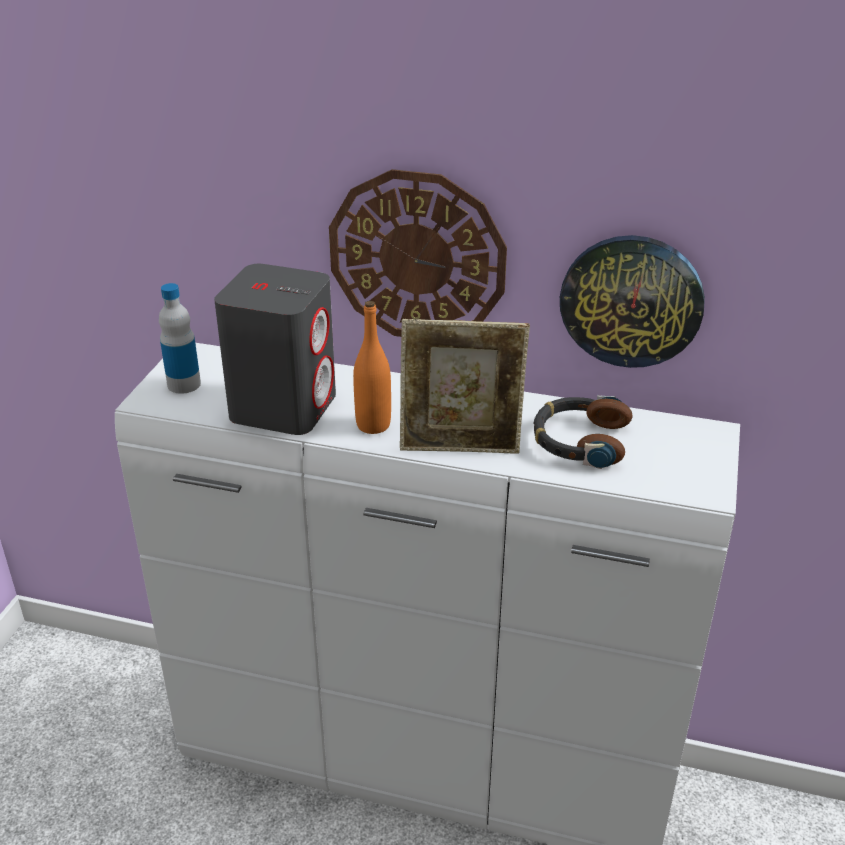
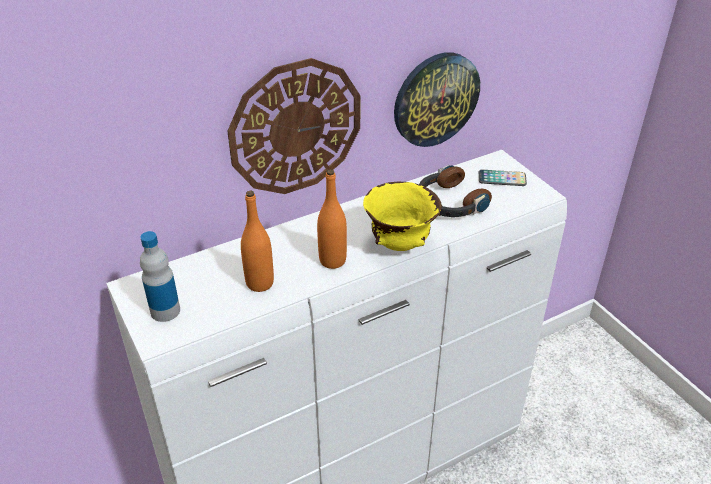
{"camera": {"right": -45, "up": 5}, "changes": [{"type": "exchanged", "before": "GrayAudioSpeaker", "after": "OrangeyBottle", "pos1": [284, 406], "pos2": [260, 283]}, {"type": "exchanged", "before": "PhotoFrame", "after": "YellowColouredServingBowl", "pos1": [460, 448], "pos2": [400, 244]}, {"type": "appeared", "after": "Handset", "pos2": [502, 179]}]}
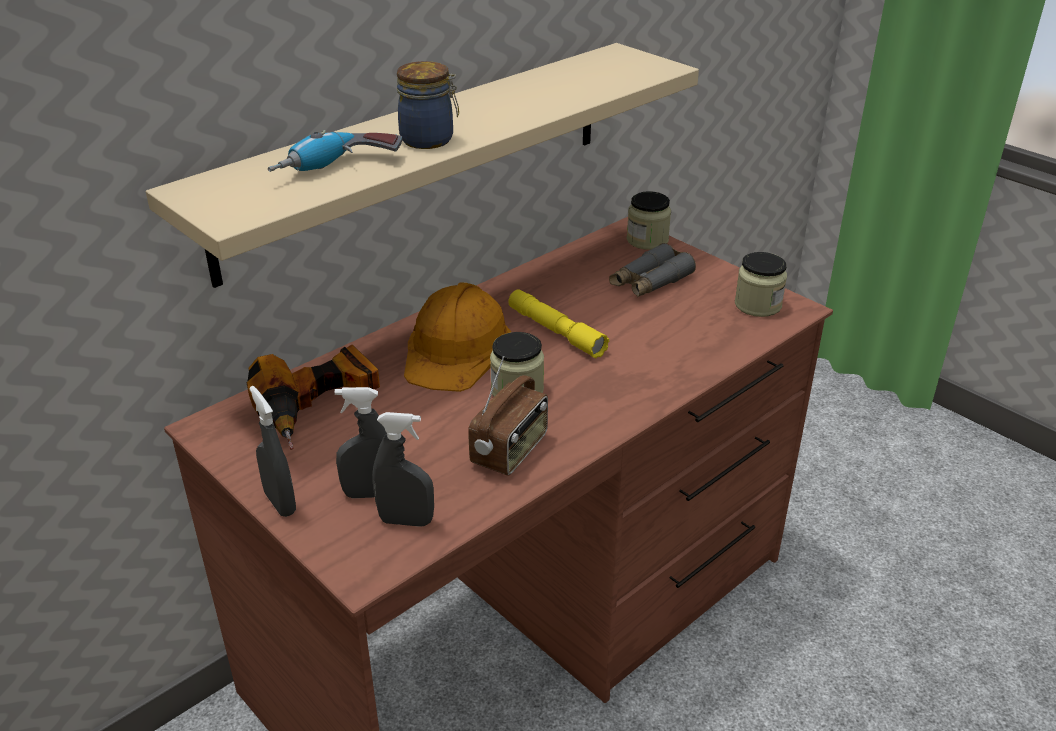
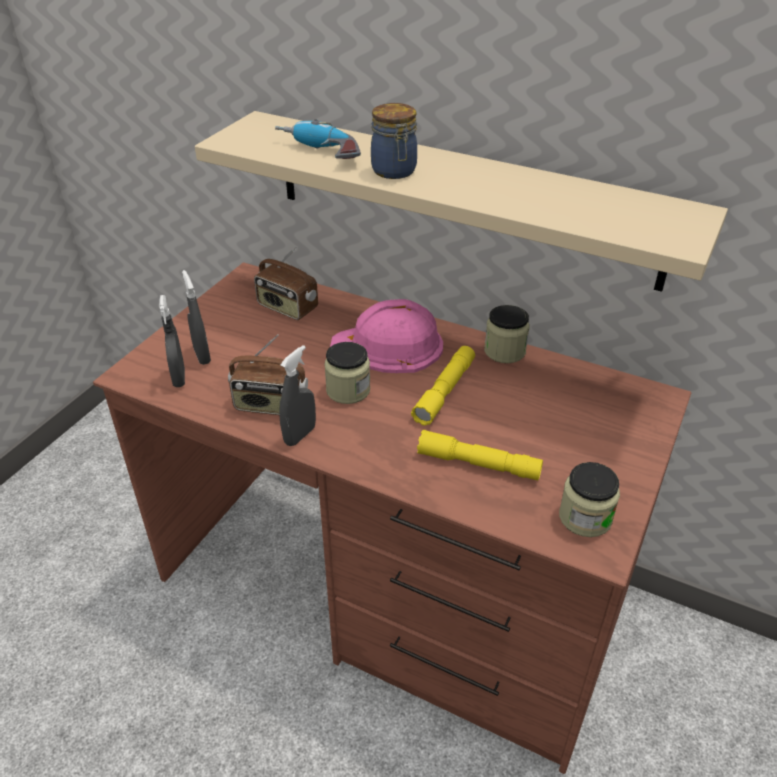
{"camera": {"right": 70, "up": 5}, "changes": [{"type": "relocated", "before": "PreserveJar", "pos1": [647, 240], "pos2": [504, 351]}, {"type": "missing", "before": "GrayFieldGlasses", "pos1": [650, 282]}, {"type": "colour", "before": "OrangeyHardHat", "after": "PinkColouredHardHat", "pos1": [457, 349], "pos2": [388, 347]}, {"type": "exchanged", "before": "Drill", "after": "RadioReceiver", "pos1": [318, 406], "pos2": [287, 308]}, {"type": "relocated", "before": "GraySprayer", "pos1": [280, 503], "pos2": [300, 435]}, {"type": "appeared", "after": "YellowColouredHandTorch", "pos2": [478, 464]}]}
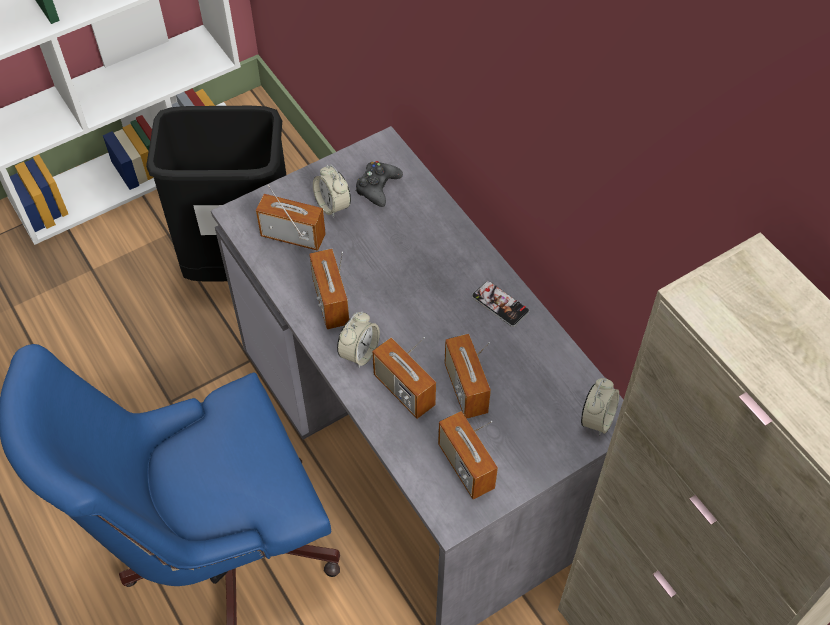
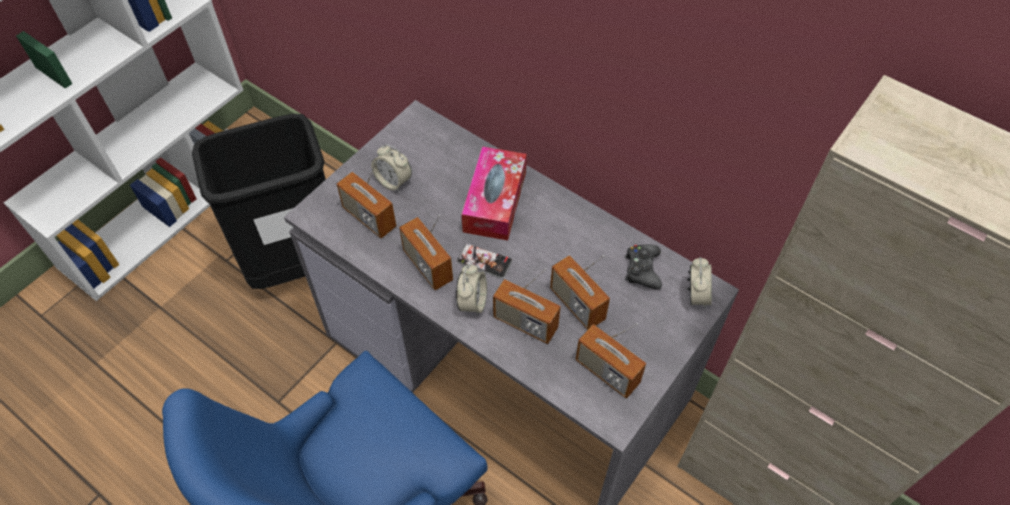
{"camera": {"right": -20, "up": 0}, "changes": [{"type": "relocated", "before": "BlackishGamepad", "pos1": [377, 187], "pos2": [642, 270]}, {"type": "spun", "before": "RadioReceiver", "pos1": [293, 236], "pos2": [369, 217], "turn": -135}, {"type": "relocated", "before": "Handset", "pos1": [500, 304], "pos2": [484, 261]}, {"type": "appeared", "after": "TissueBox", "pos2": [495, 201]}]}
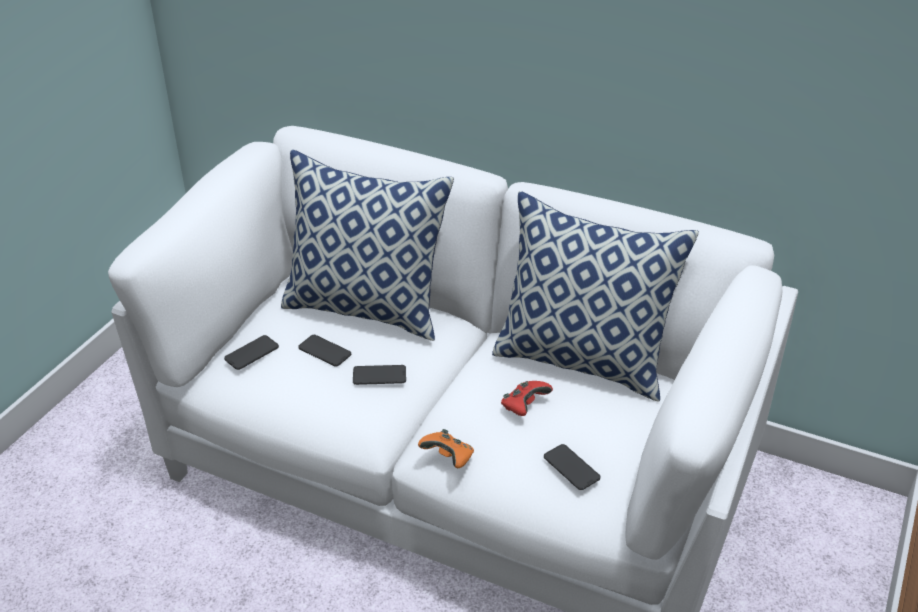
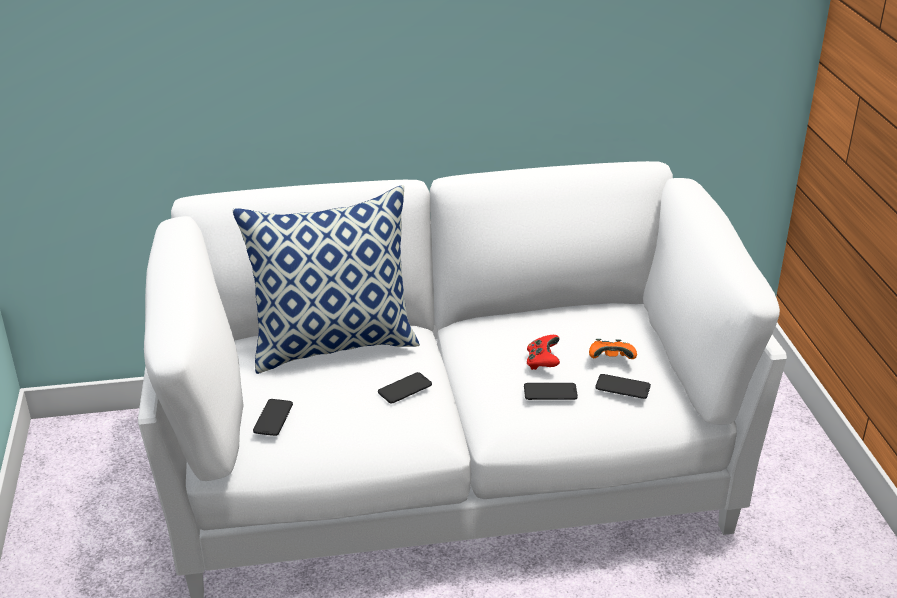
{"camera": {"right": -35, "up": -5}, "changes": [{"type": "missing", "before": "Pillow", "pos1": [583, 361]}, {"type": "relocated", "before": "Handset", "pos1": [324, 351], "pos2": [550, 392]}, {"type": "relocated", "before": "OrangeyGamepad", "pos1": [449, 458], "pos2": [611, 360]}]}
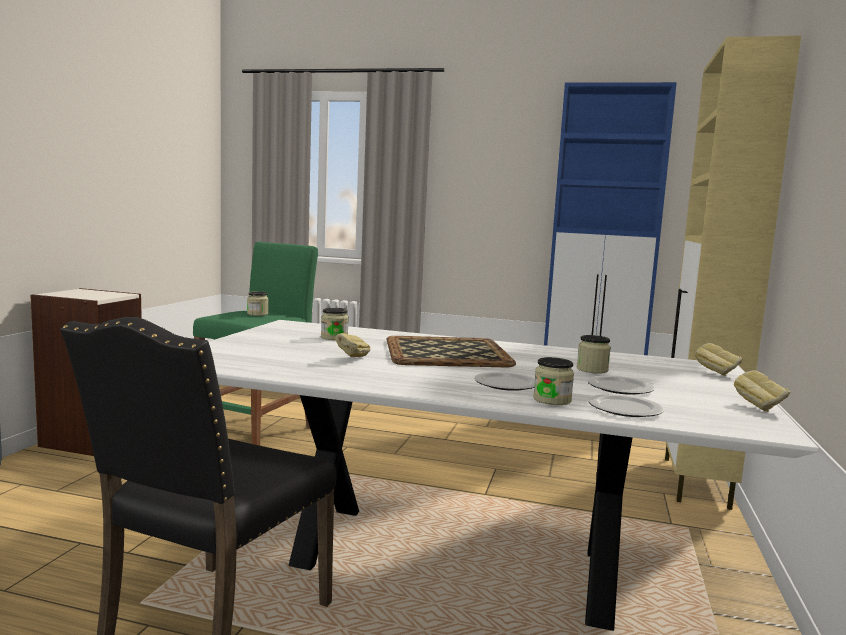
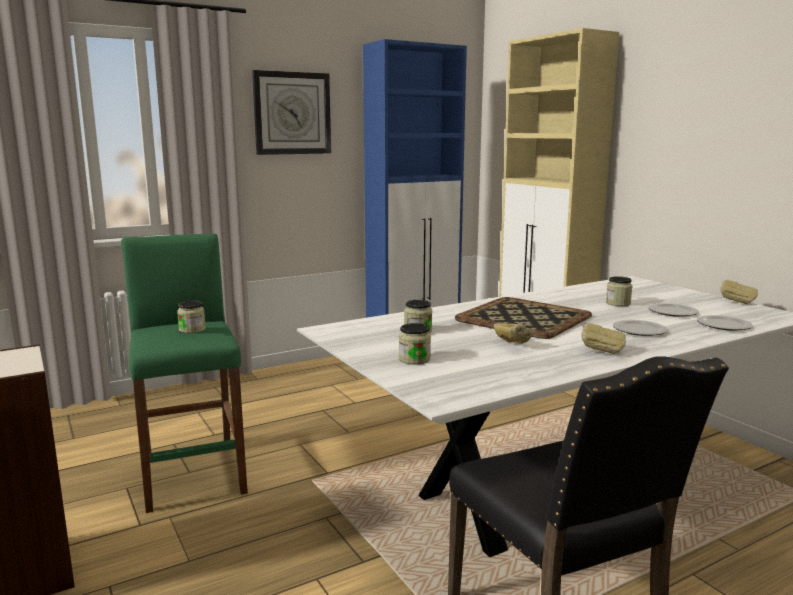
{"camera": {"right": -45, "up": 5}, "changes": [{"type": "relocated", "before": "Bread", "pos1": [716, 373], "pos2": [601, 352]}, {"type": "relocated", "before": "PreserveJar", "pos1": [552, 400], "pos2": [414, 359]}, {"type": "appeared", "after": "HangingClock", "pos2": [292, 113]}]}
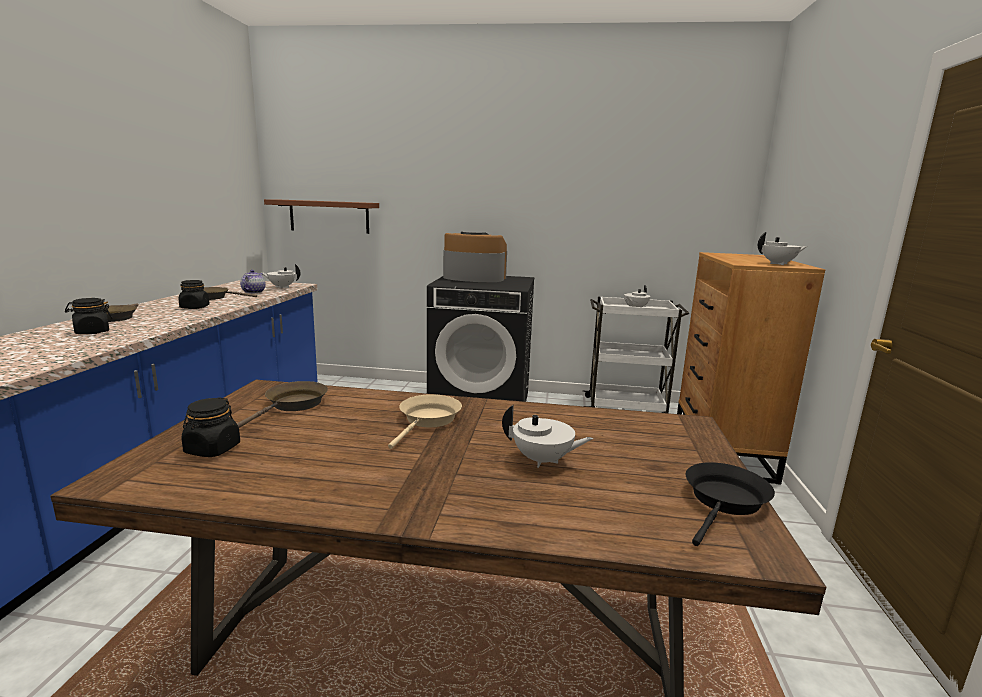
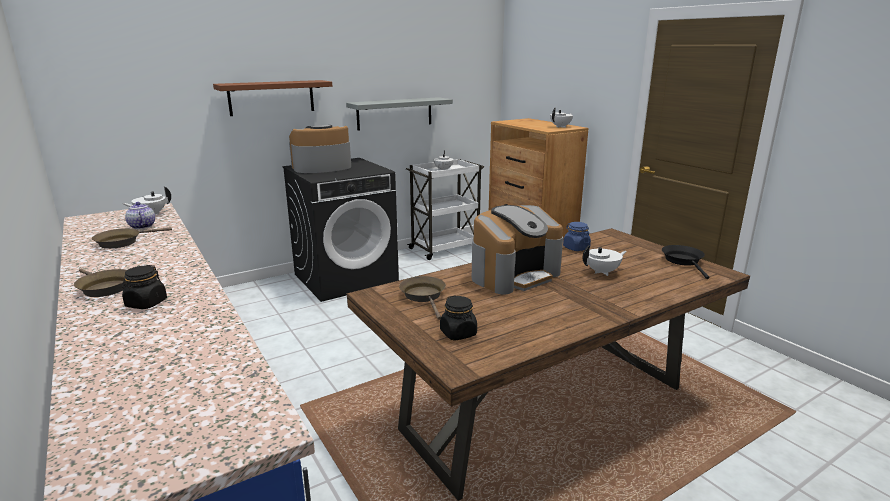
{"camera": {"right": -40, "up": 5}, "changes": [{"type": "relocated", "before": "BrownBracketShelf", "pos1": [329, 216], "pos2": [271, 97]}, {"type": "missing", "before": "BlackishPreserveJar", "pos1": [195, 307]}, {"type": "exchanged", "before": "BeigeFryingPan", "after": "CoffeeMachine", "pos1": [428, 420], "pos2": [514, 275]}, {"type": "appeared", "after": "GrayBracketShelf", "pos2": [395, 113]}, {"type": "appeared", "after": "BluePreserveJar", "pos2": [576, 248]}]}
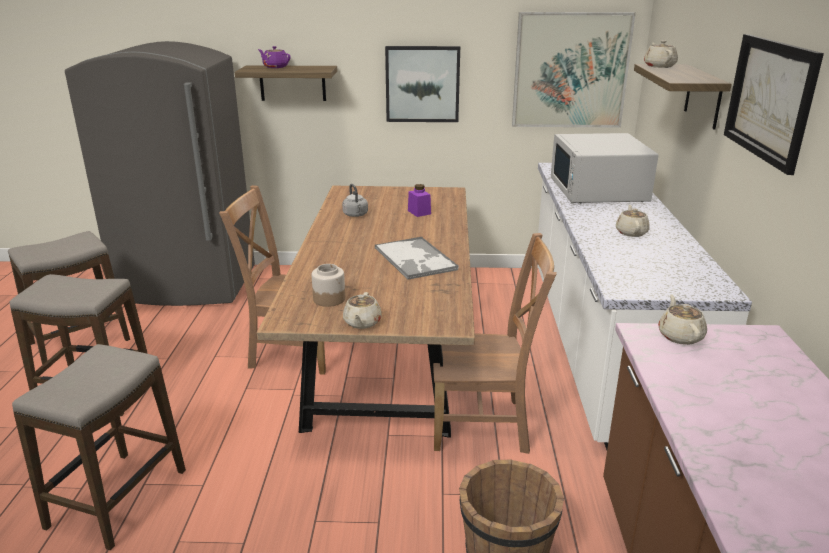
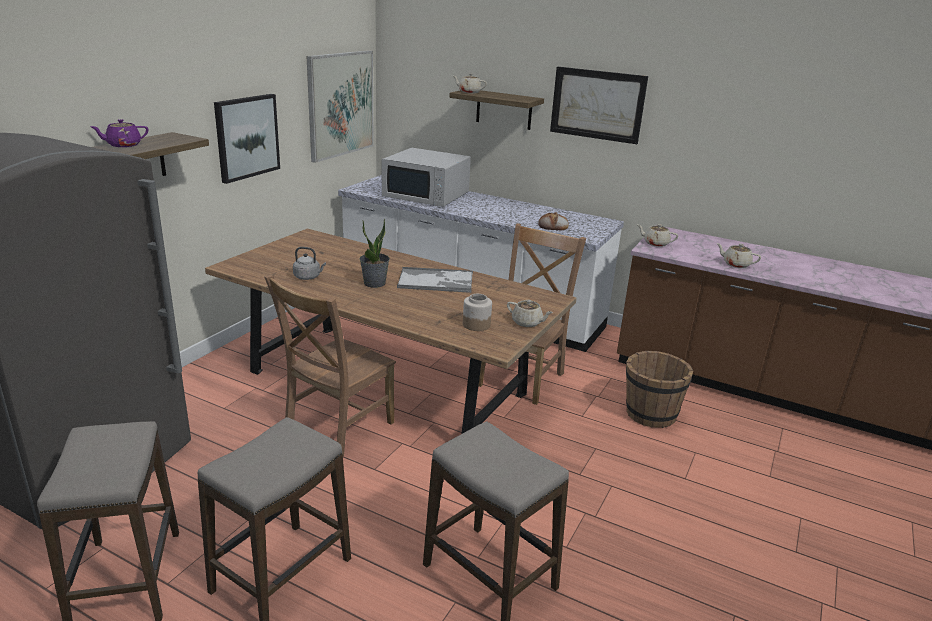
{"camera": {"right": -65, "up": 0}, "changes": [{"type": "missing", "before": "PurplePreserveJar", "pos1": [419, 212]}, {"type": "relocated", "before": "BeigeTeaPot", "pos1": [631, 232], "pos2": [735, 264]}, {"type": "appeared", "after": "Bread", "pos2": [553, 226]}, {"type": "appeared", "after": "PottedPlant", "pos2": [374, 283]}]}
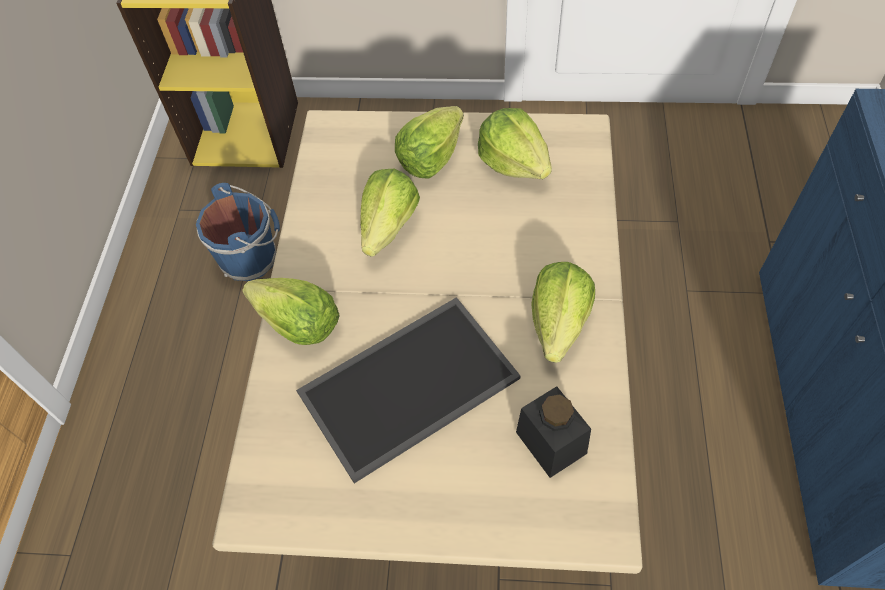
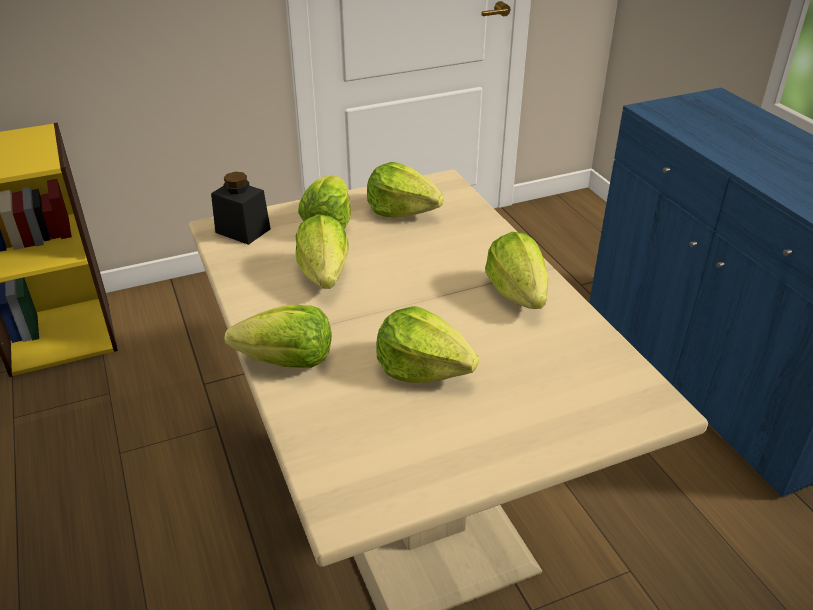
{"camera": {"right": -30, "up": -20}, "changes": [{"type": "missing", "before": "BlueWaterBucket", "pos1": [251, 257]}, {"type": "exchanged", "before": "Tray", "after": "LettuceHead", "pos1": [408, 382], "pos2": [422, 368]}, {"type": "relocated", "before": "BlackishPreserveJar", "pos1": [551, 442], "pos2": [243, 230]}]}
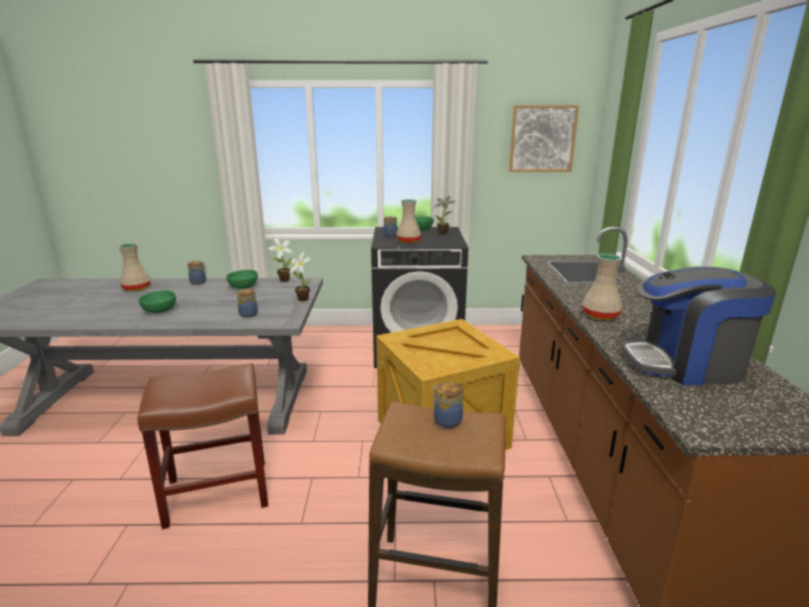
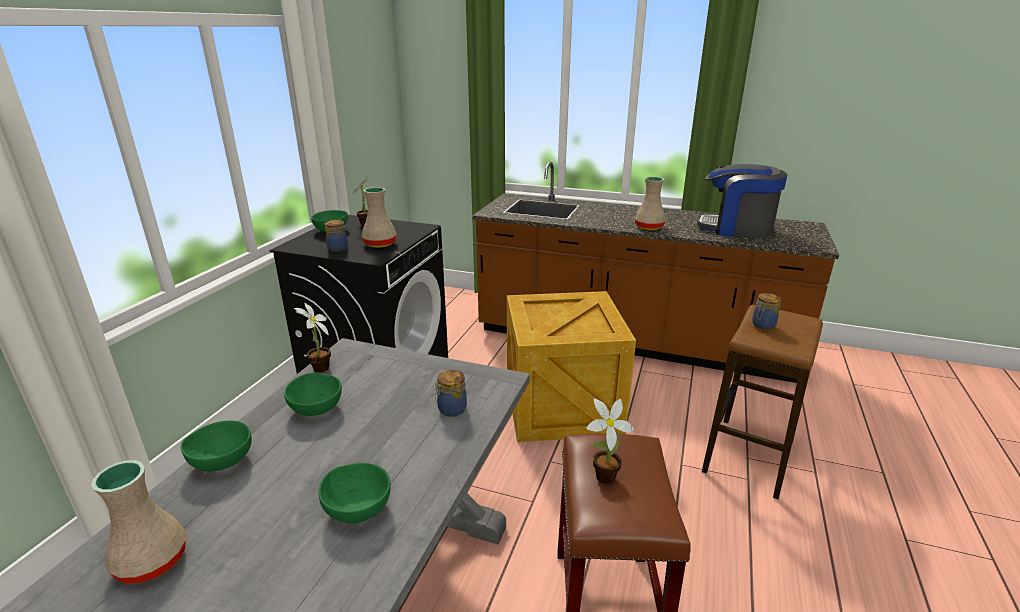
{"camera": {"right": -70, "up": 5}, "changes": [{"type": "missing", "before": "Picture", "pos1": [542, 138]}, {"type": "relocated", "before": "PottedPlant", "pos1": [302, 299], "pos2": [602, 478]}, {"type": "exchanged", "before": "PreserveJar", "after": "GreenColouredServingBowl", "pos1": [199, 282], "pos2": [221, 461]}, {"type": "spun", "before": "CoffeeMachine", "pos1": [685, 364], "pos2": [736, 228], "turn": 90}]}
